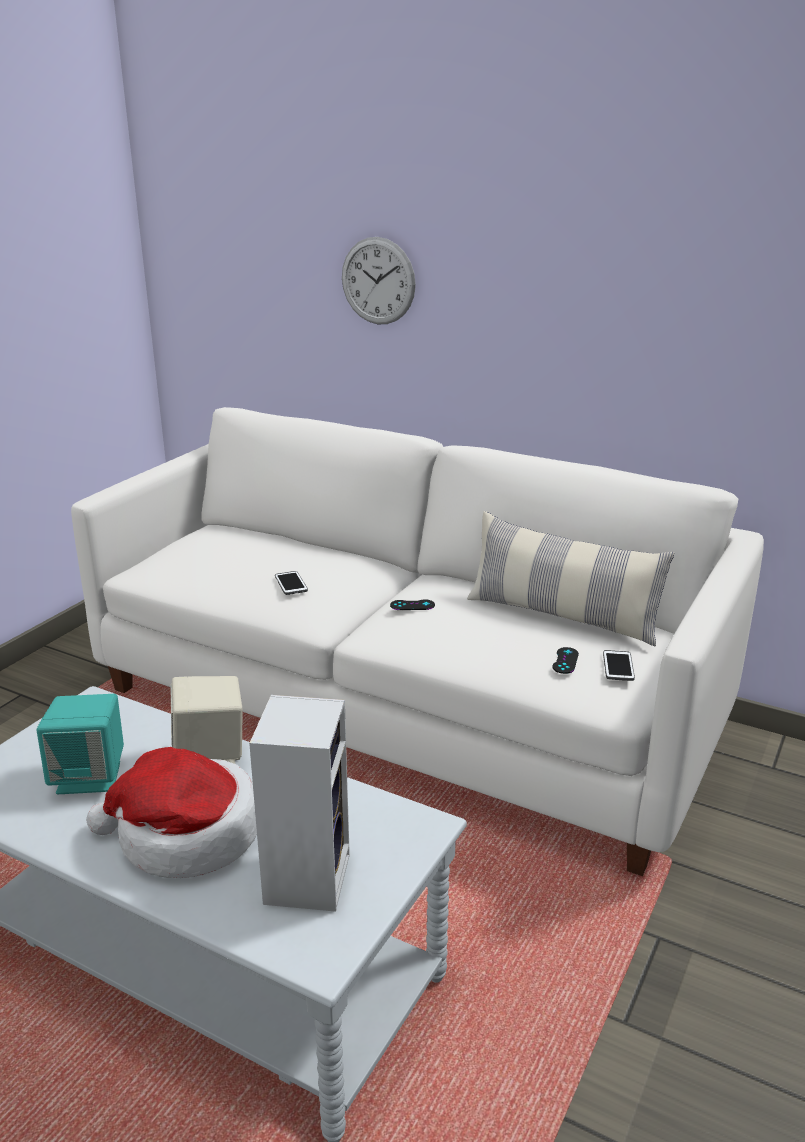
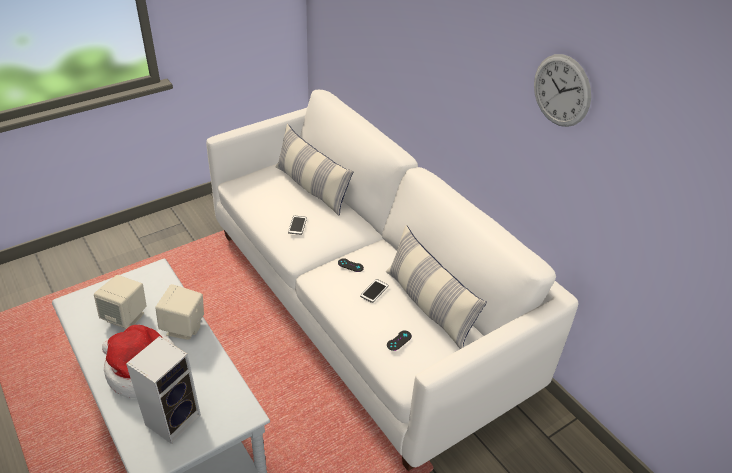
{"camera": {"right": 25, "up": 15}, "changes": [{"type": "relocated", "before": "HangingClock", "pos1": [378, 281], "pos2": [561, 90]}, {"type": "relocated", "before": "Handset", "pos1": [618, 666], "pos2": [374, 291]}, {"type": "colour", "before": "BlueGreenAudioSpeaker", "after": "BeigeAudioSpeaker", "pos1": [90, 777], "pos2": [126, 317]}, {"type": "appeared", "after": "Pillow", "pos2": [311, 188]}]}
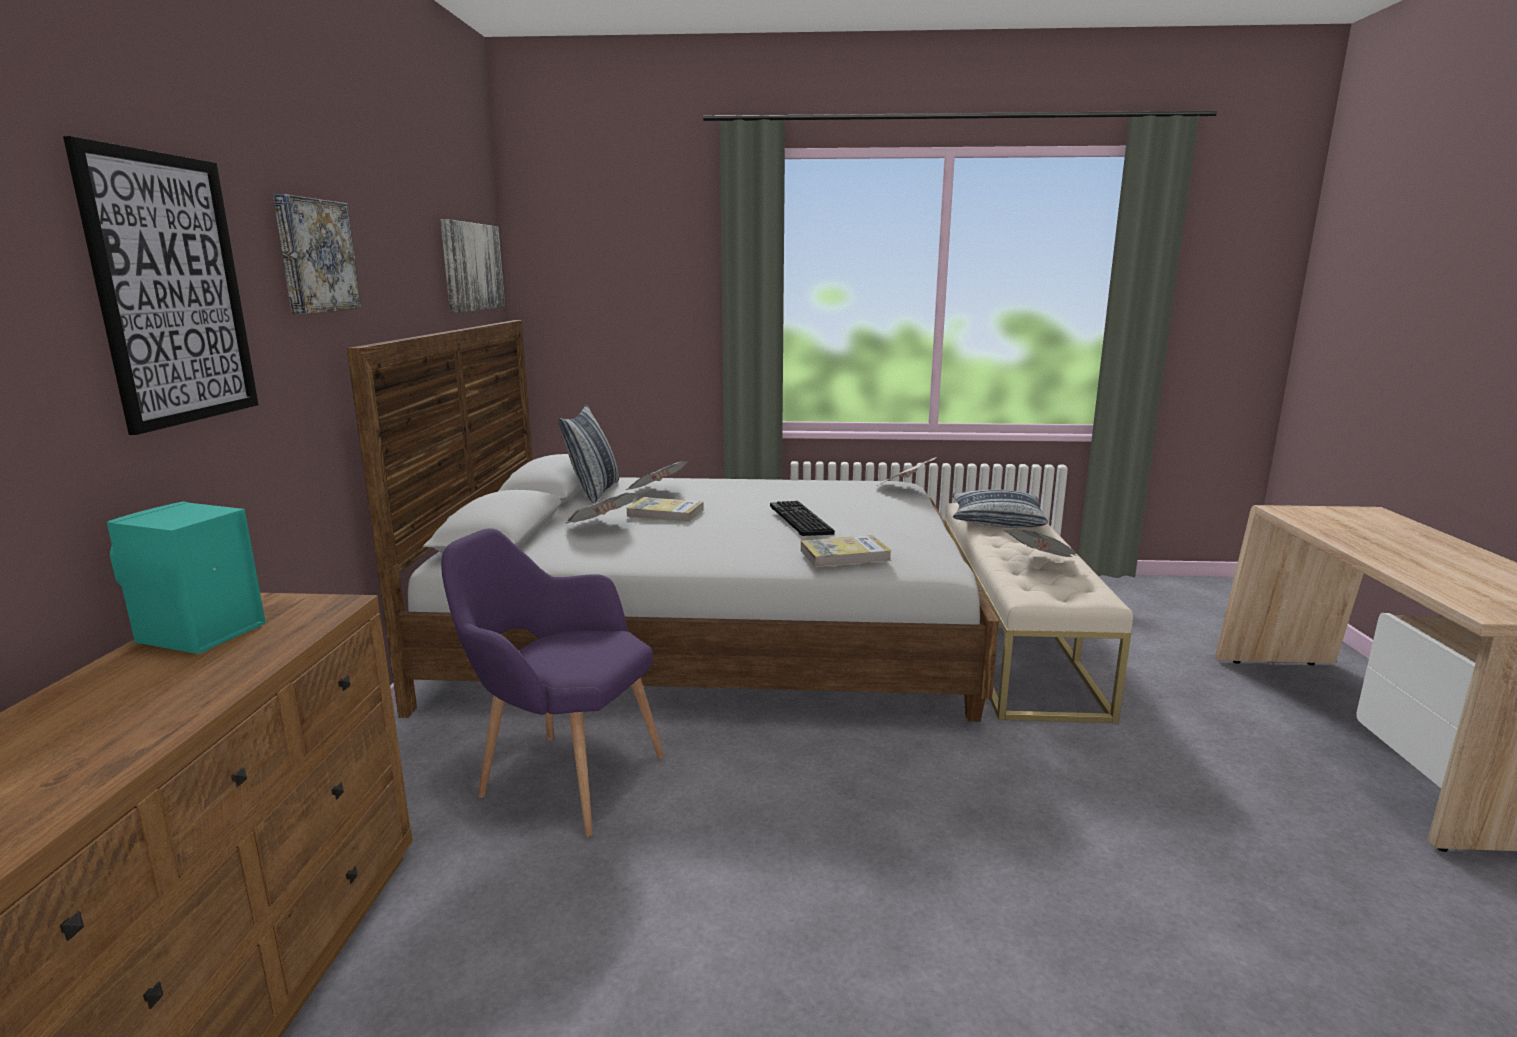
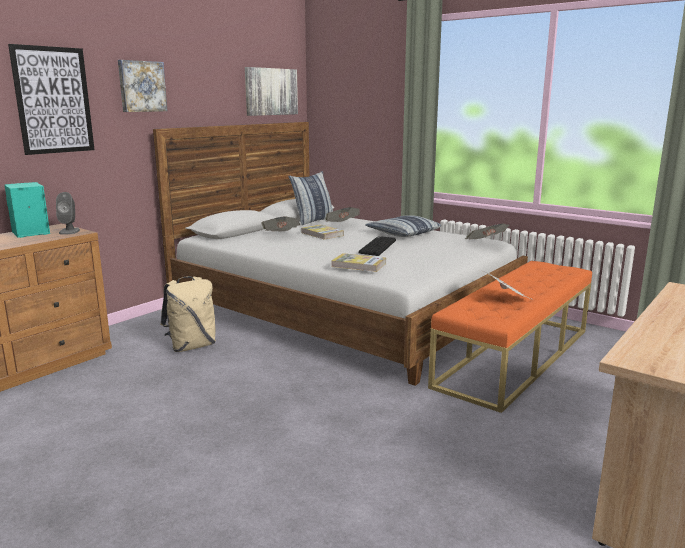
{"camera": {"right": 35, "up": 0}, "changes": [{"type": "relocated", "before": "Pillow", "pos1": [996, 520], "pos2": [403, 233]}, {"type": "colour", "before": "BeigeBench", "after": "OrangeyBench", "pos1": [1012, 640], "pos2": [514, 357]}, {"type": "exchanged", "before": "PurpleArmchair", "after": "BeigeBackpack", "pos1": [561, 777], "pos2": [192, 346]}, {"type": "appeared", "after": "GrayAudioSpeaker", "pos2": [69, 231]}]}
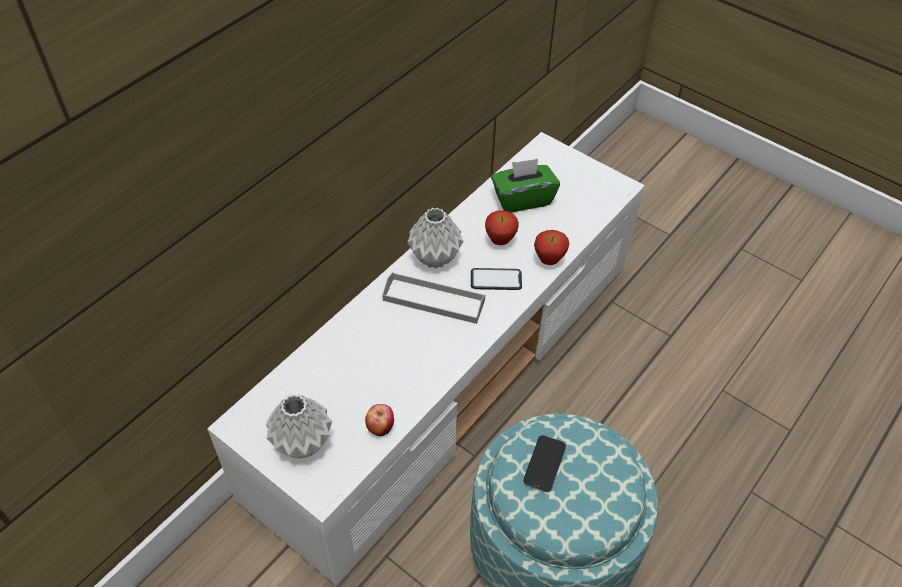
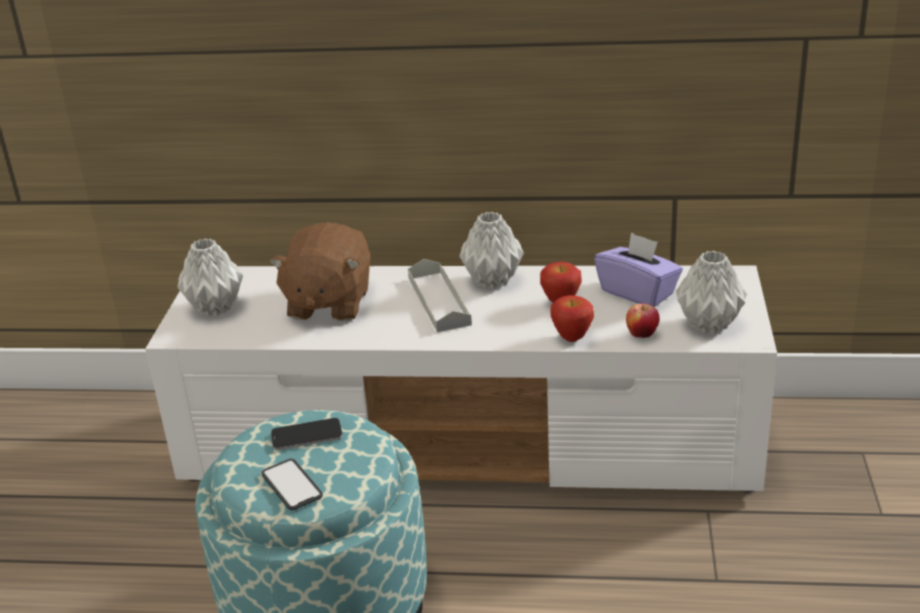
{"camera": {"right": 60, "up": -20}, "changes": [{"type": "colour", "before": "GreenColouredTissueBox", "after": "PurpleTissueBox", "pos1": [522, 199], "pos2": [638, 292]}, {"type": "relocated", "before": "Handset", "pos1": [496, 279], "pos2": [292, 485]}, {"type": "relocated", "before": "WholeApple", "pos1": [380, 428], "pos2": [642, 334]}, {"type": "appeared", "after": "BrownSoftToy", "pos2": [328, 303]}, {"type": "appeared", "after": "GrayDecorativeVase", "pos2": [709, 325]}]}
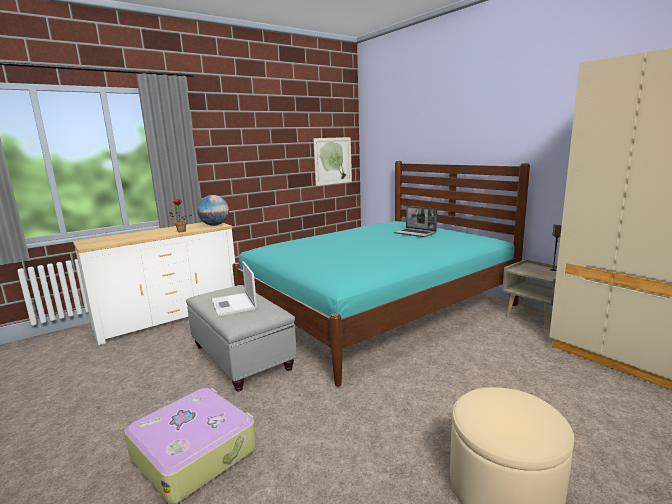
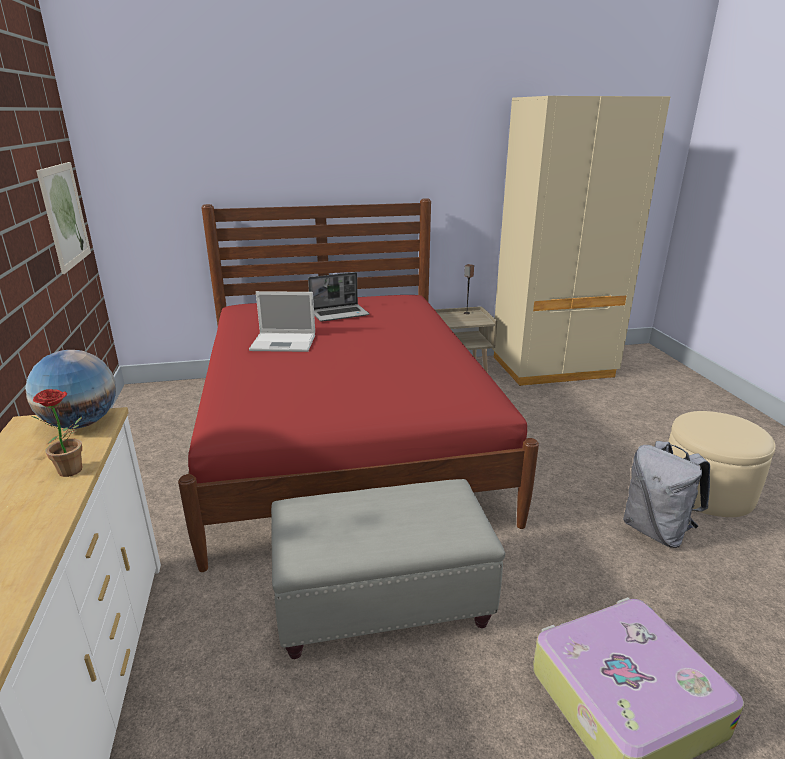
{"camera": {"right": -65, "up": 10}, "changes": [{"type": "colour", "before": "BlueGreenBedroomBed", "after": "ReddishBedroomBed", "pos1": [377, 309], "pos2": [344, 438]}, {"type": "relocated", "before": "PortableComputer", "pos1": [234, 305], "pos2": [285, 342]}, {"type": "appeared", "after": "GrayBackpack", "pos2": [656, 531]}]}
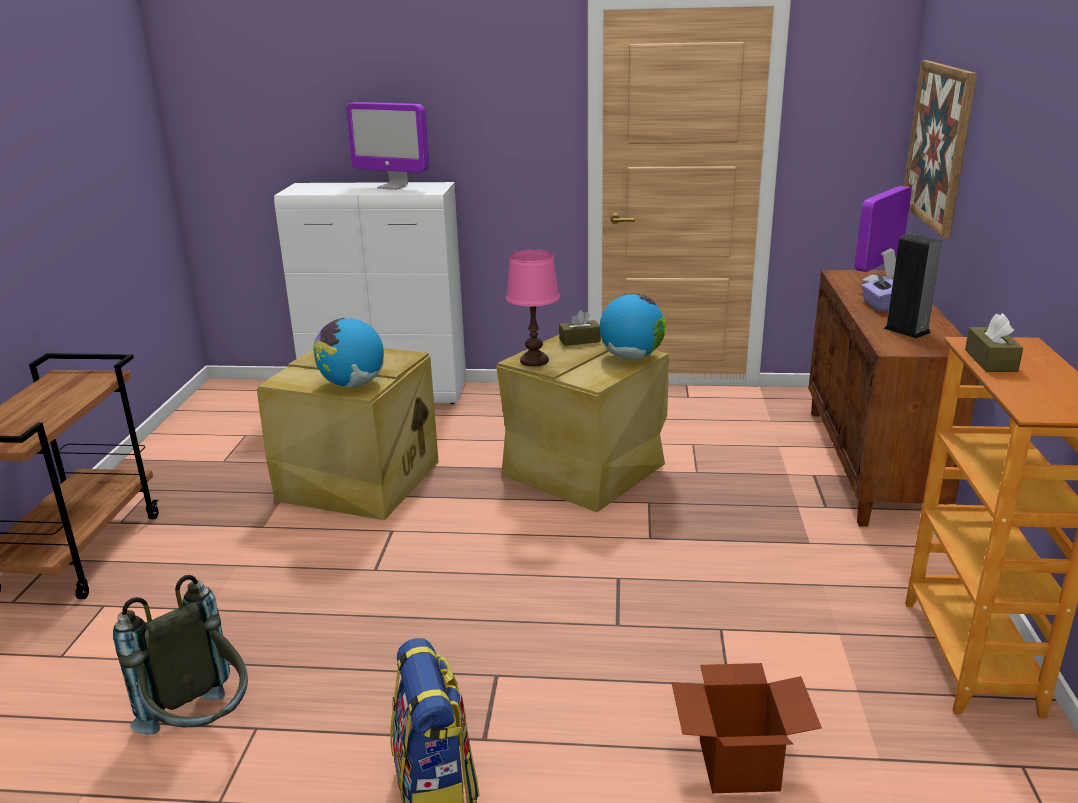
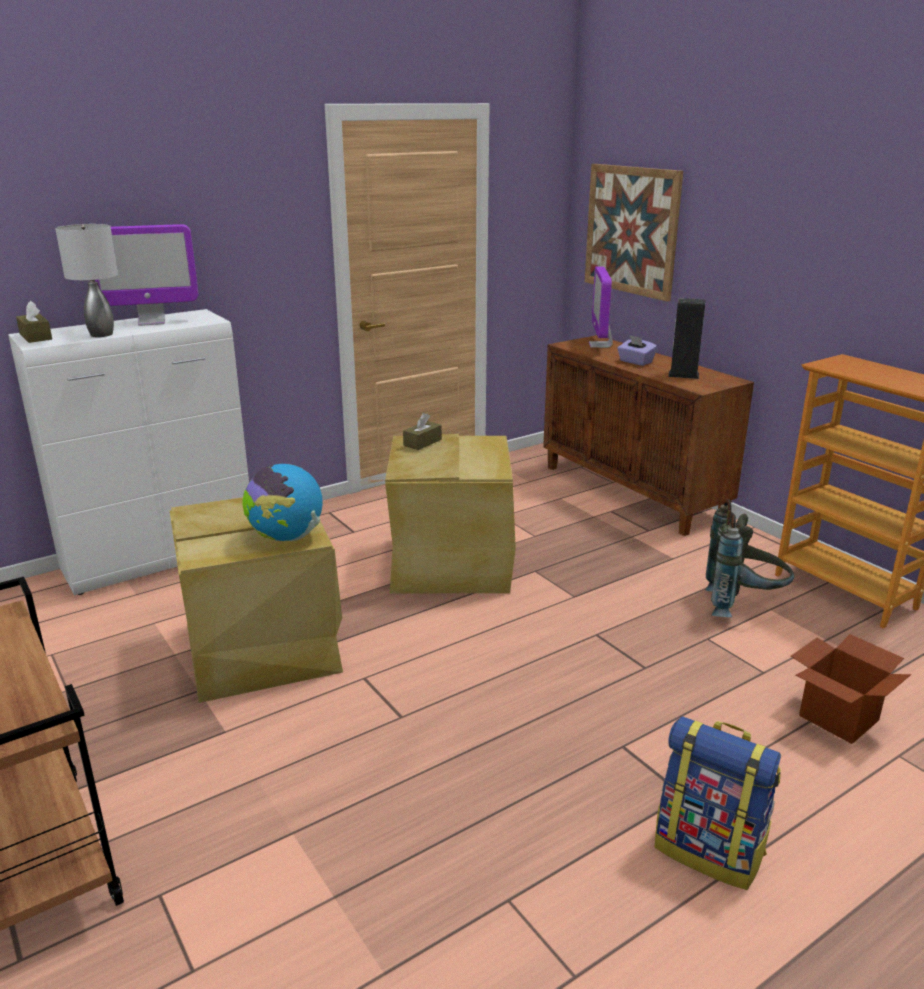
{"camera": {"right": -40, "up": 0}, "changes": [{"type": "missing", "before": "PinkColouredTabletopLamp", "pos1": [534, 361]}, {"type": "missing", "before": "Globe", "pos1": [631, 357]}, {"type": "relocated", "before": "BrownTissueBox", "pos1": [990, 361], "pos2": [35, 337]}, {"type": "relocated", "before": "GrayBackpack", "pos1": [202, 729], "pos2": [742, 605]}, {"type": "appeared", "after": "GrayTabletopLamp", "pos2": [102, 334]}]}
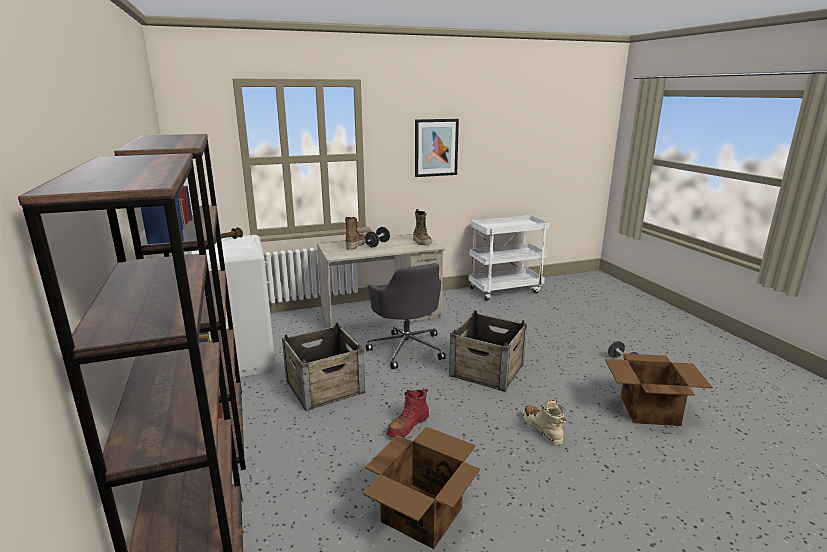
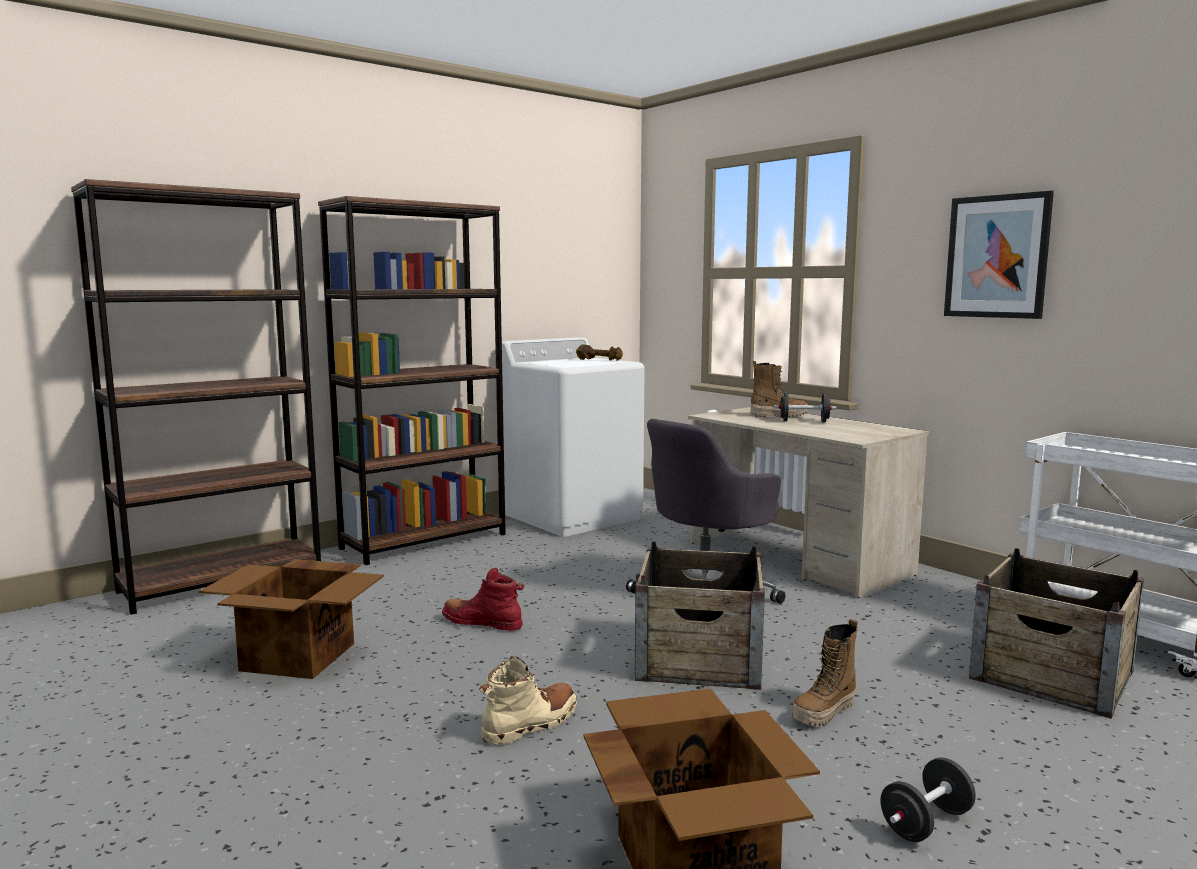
{"camera": {"right": 70, "up": -10}, "changes": [{"type": "relocated", "before": "Boot", "pos1": [422, 242], "pos2": [824, 713]}, {"type": "relocated", "before": "Crate", "pos1": [324, 386], "pos2": [1050, 674]}]}
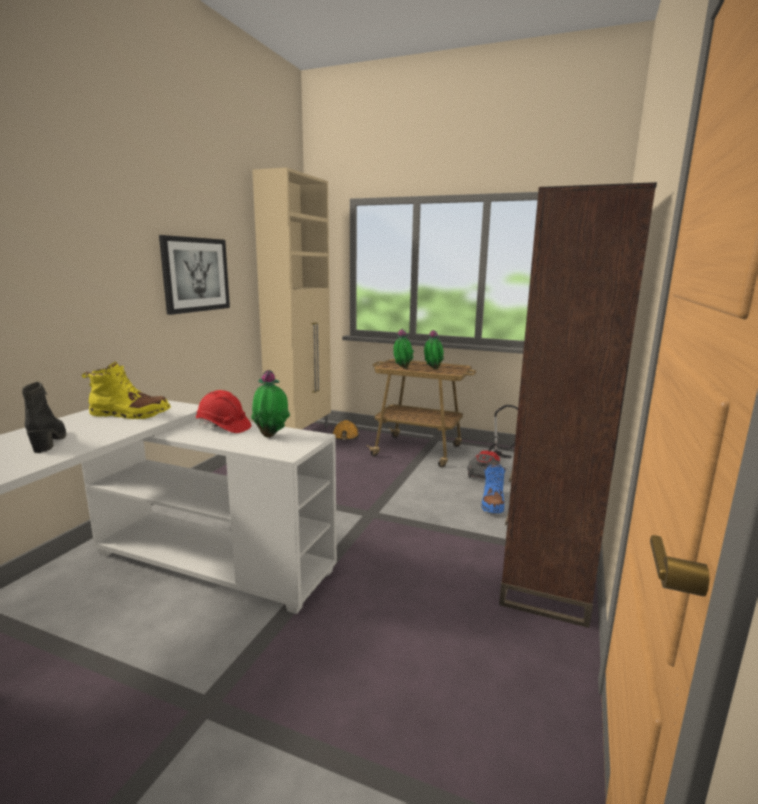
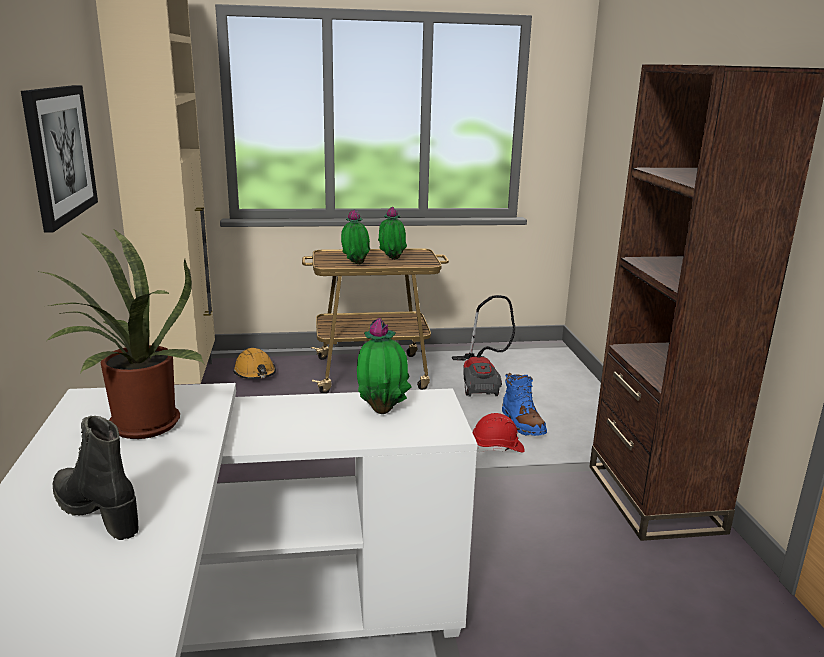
{"camera": {"right": -30, "up": 5}, "changes": [{"type": "exchanged", "before": "YellowColouredBoot", "after": "PottedPlant", "pos1": [130, 414], "pos2": [137, 427]}, {"type": "relocated", "before": "ReddishHardHat", "pos1": [223, 427], "pos2": [497, 448]}]}
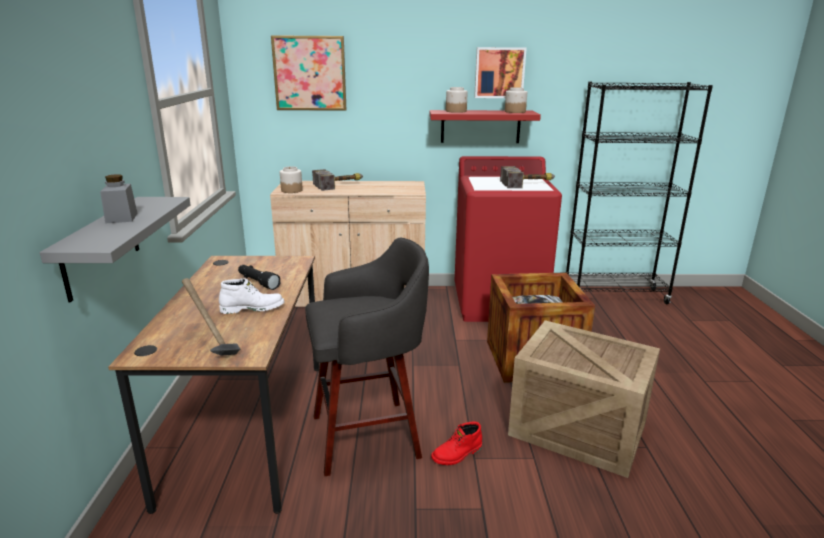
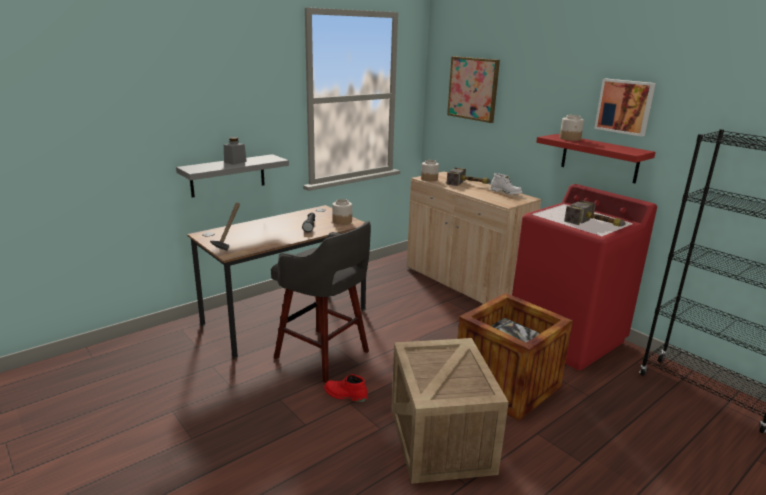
{"camera": {"right": 50, "up": 0}, "changes": [{"type": "relocated", "before": "PreserveJar", "pos1": [514, 112], "pos2": [342, 221]}, {"type": "relocated", "before": "WhiteBoot", "pos1": [253, 308], "pos2": [506, 192]}]}
